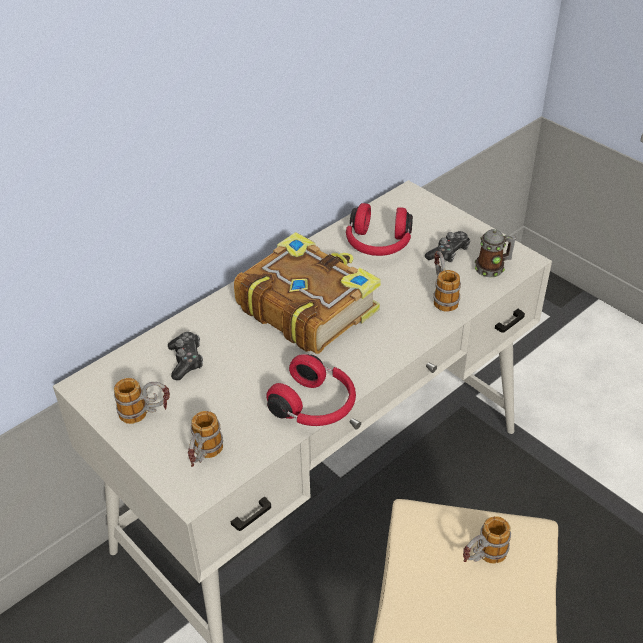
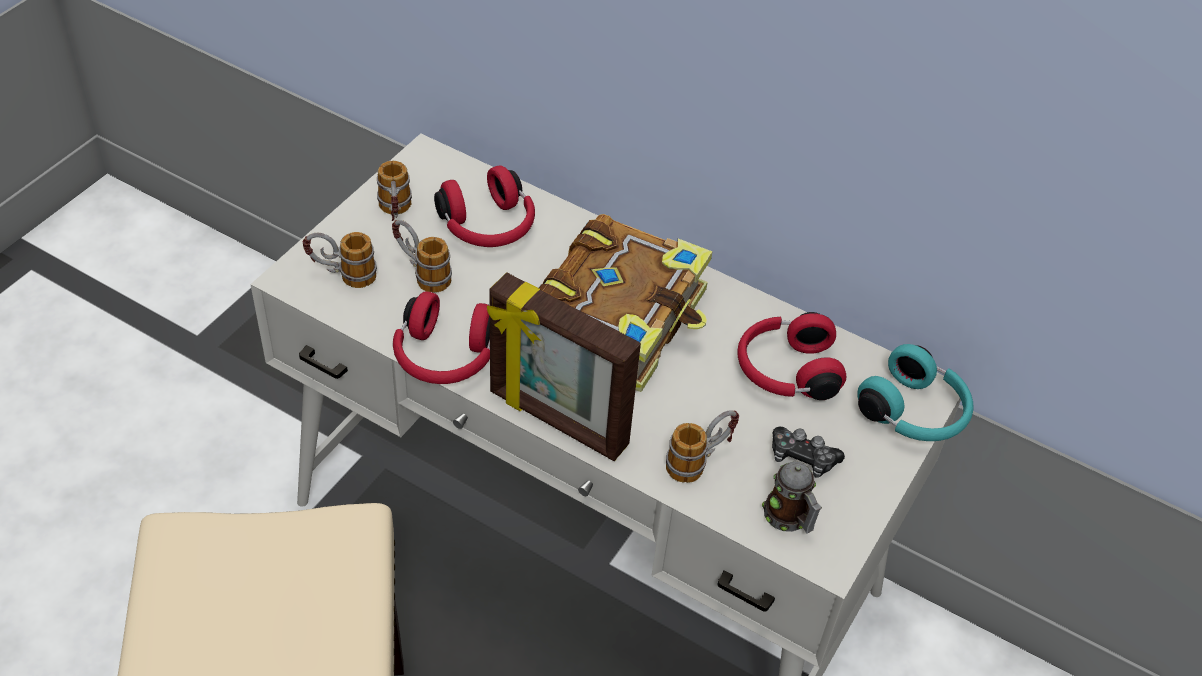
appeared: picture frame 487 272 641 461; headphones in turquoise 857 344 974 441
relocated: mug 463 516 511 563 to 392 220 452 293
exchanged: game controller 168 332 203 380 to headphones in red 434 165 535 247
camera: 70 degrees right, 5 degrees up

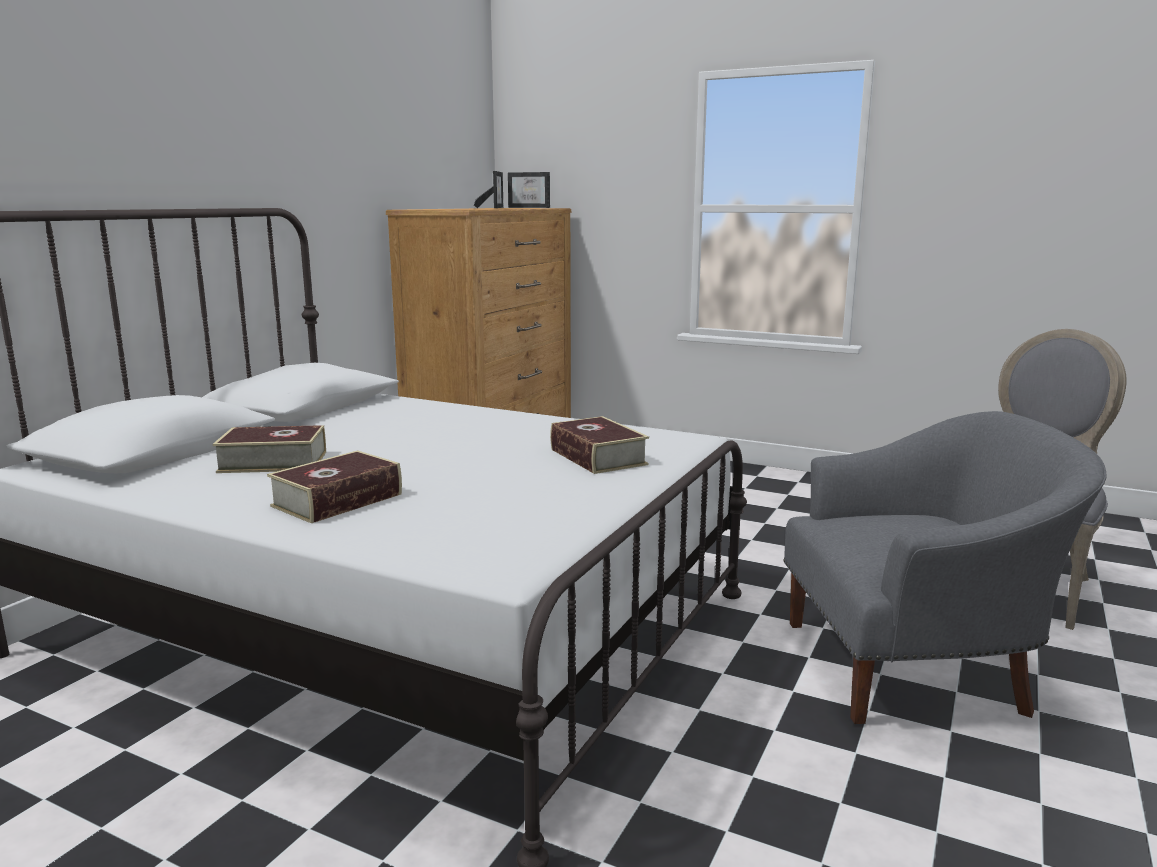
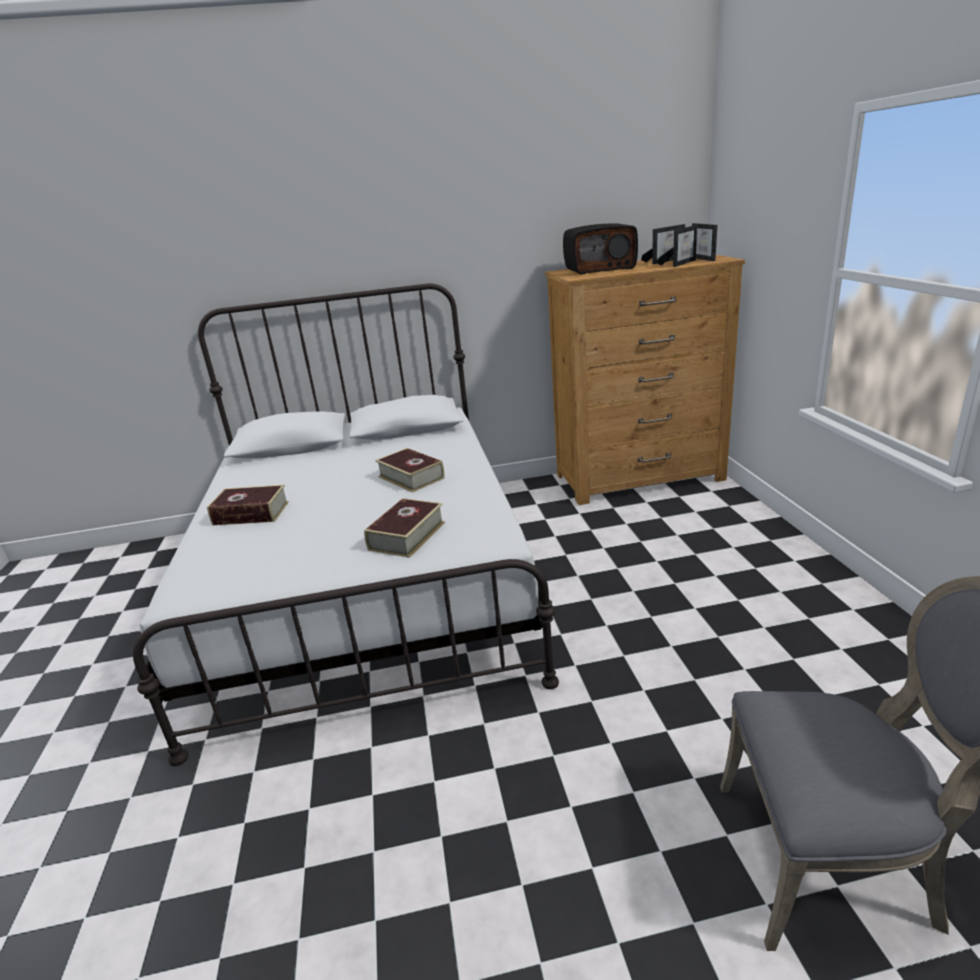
missing: armchair in grey 783 411 1107 724
appeared: radio 563 223 638 275; picture frame 657 225 697 267
relocated: book 213 425 326 473 to 375 448 444 492
camera: 55 degrees right, 10 degrees up

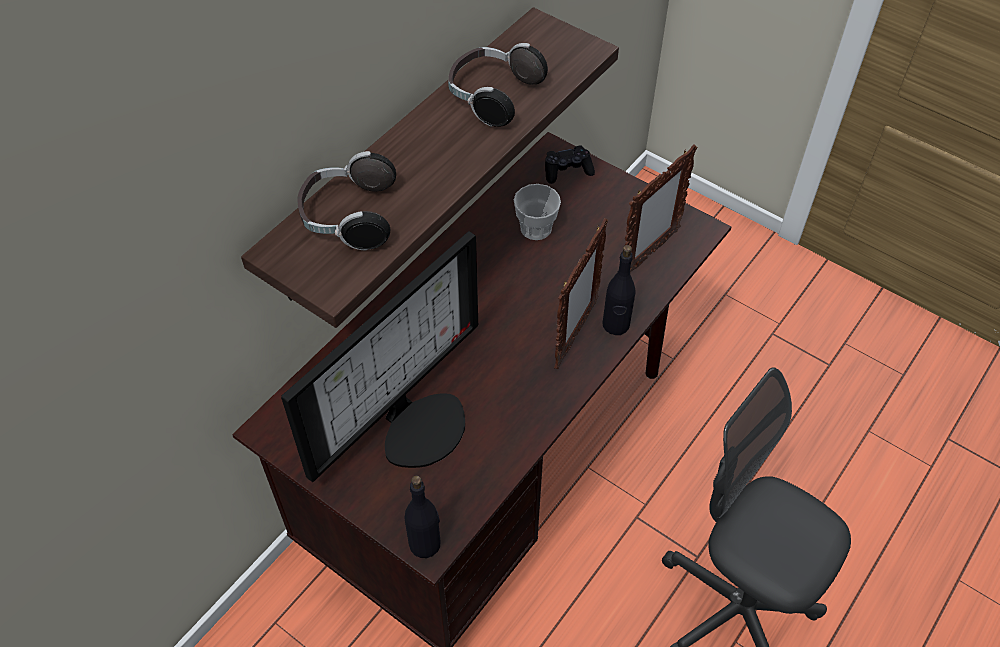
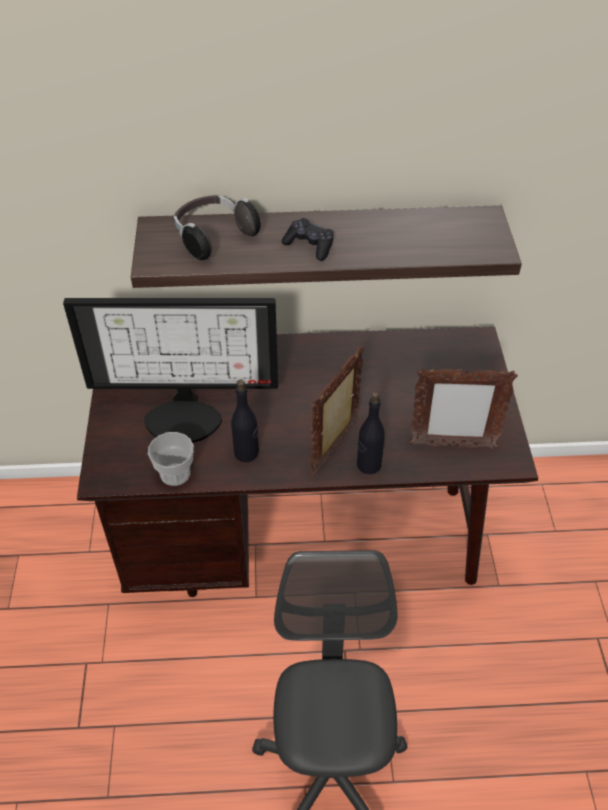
missing: headphones 448 43 548 127
relocated: bottle in black 405 476 441 558 to 231 379 259 462; cup 514 184 561 240 to 148 432 194 486; game controller in black 545 146 595 184 to 282 218 334 261
spun: picture frame 554 218 608 369 = 311 346 364 477 135 degrees clockwise
camera: 50 degrees right, 5 degrees down

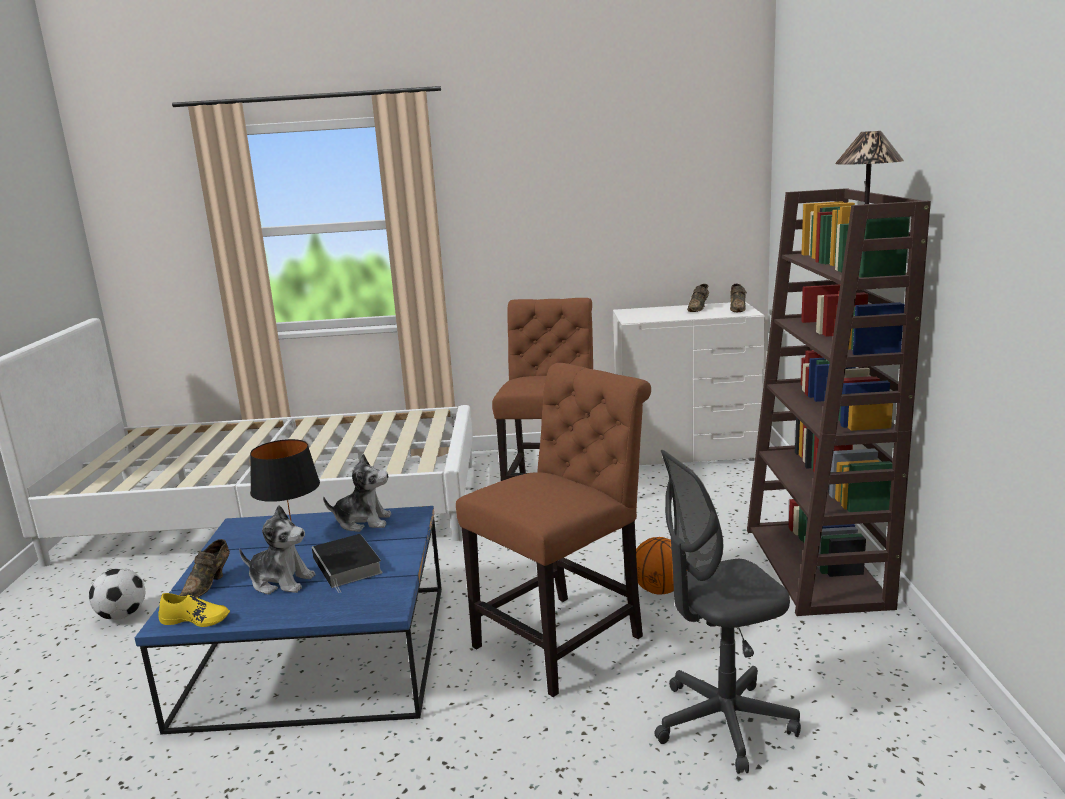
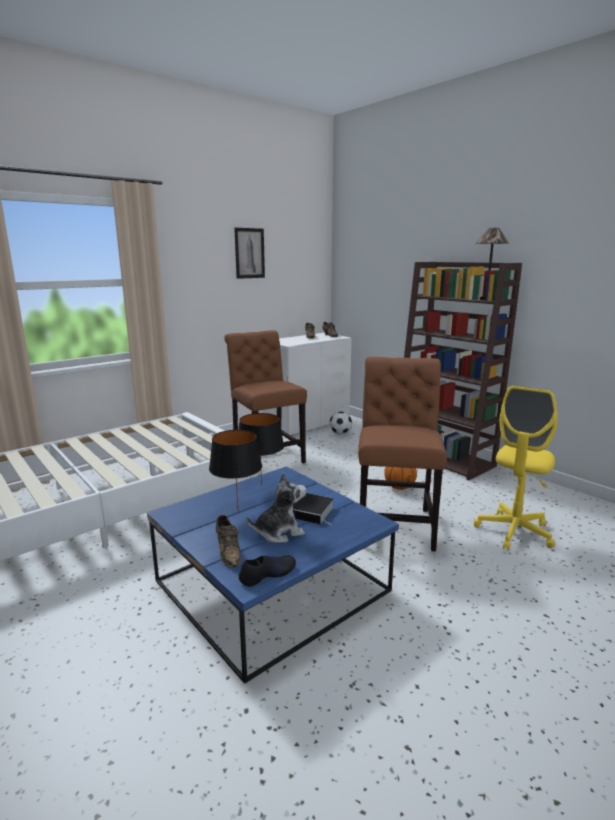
appeared: picture 234 228 265 279
relocated: football 89 568 145 620 to 330 411 352 434
exchanged: plush toy 323 454 391 532 to table lamp in black 239 413 284 486
colour: shoe in yellow 158 593 230 627 to shoe in black 239 556 296 587; office chair in grey 654 450 801 774 to office chair in yellow 474 386 558 550
camera: 40 degrees left, 0 degrees up

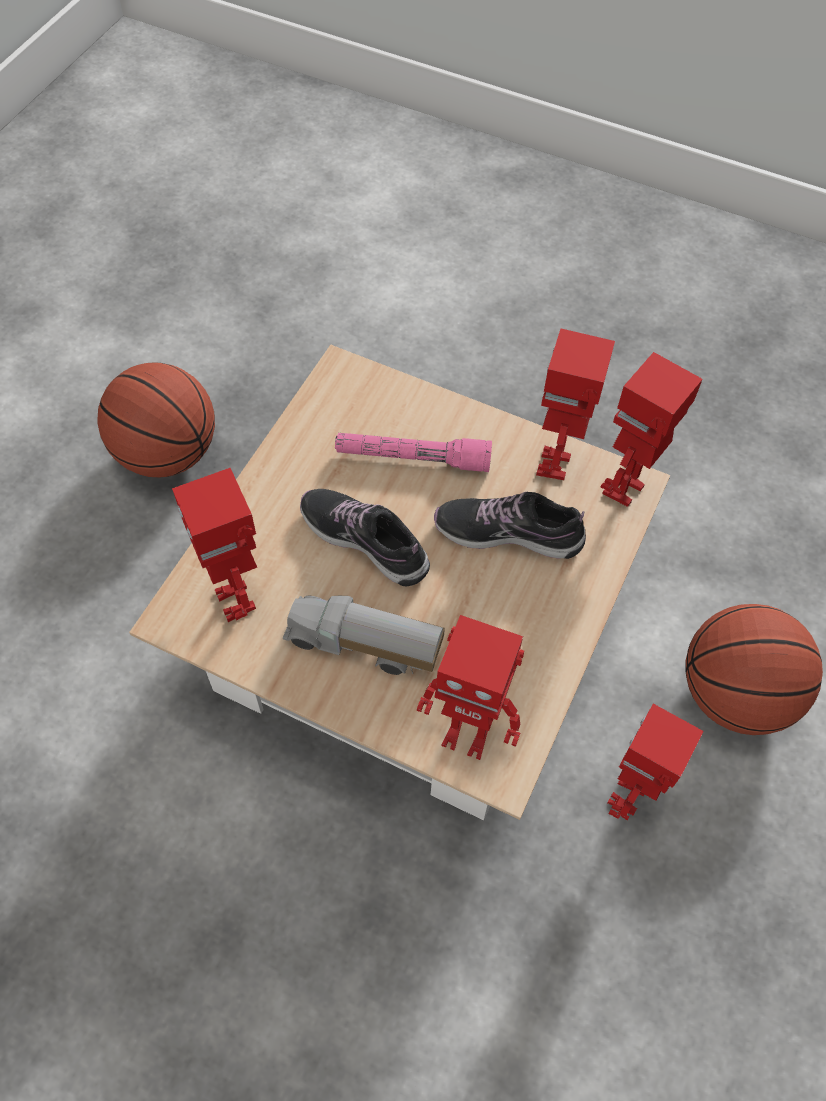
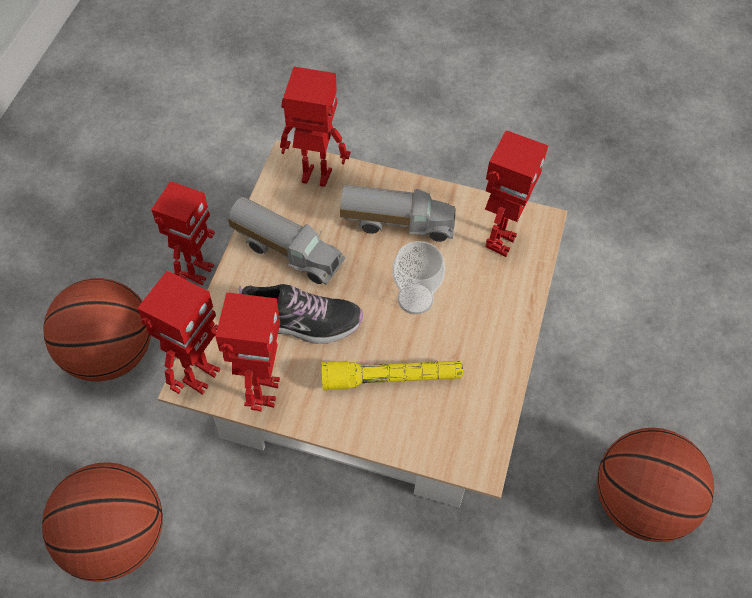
appeared: basketball 42 462 163 582; toy truck 228 197 346 285
exchanged: shoe 300 489 430 586 to cup 392 241 445 315
colour: flashlight in pink 335 433 492 472 to flashlight in yellow 322 361 463 390
spun: toy robot 172 468 257 622 = 485 130 548 257 60 degrees clockwise
camera: 170 degrees right, 0 degrees up

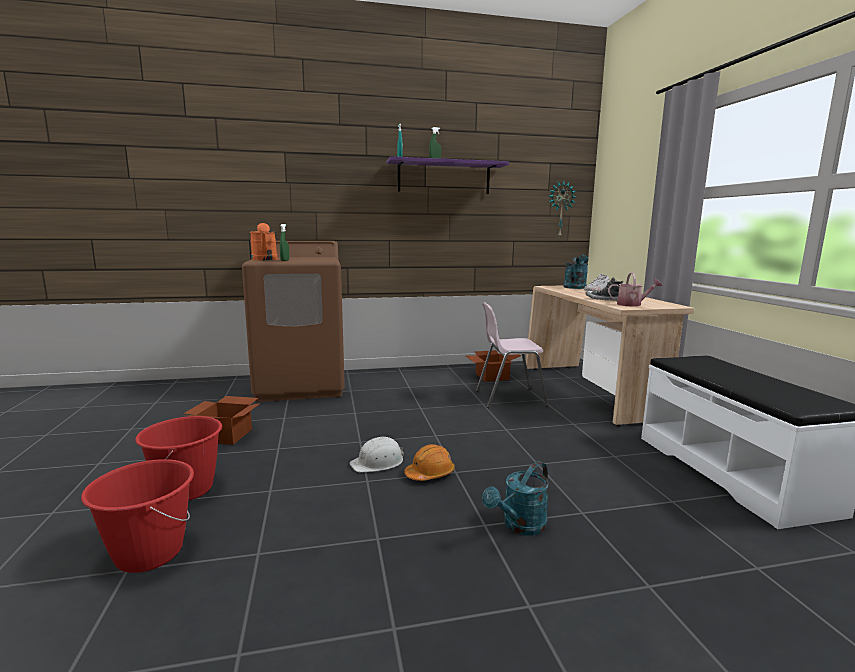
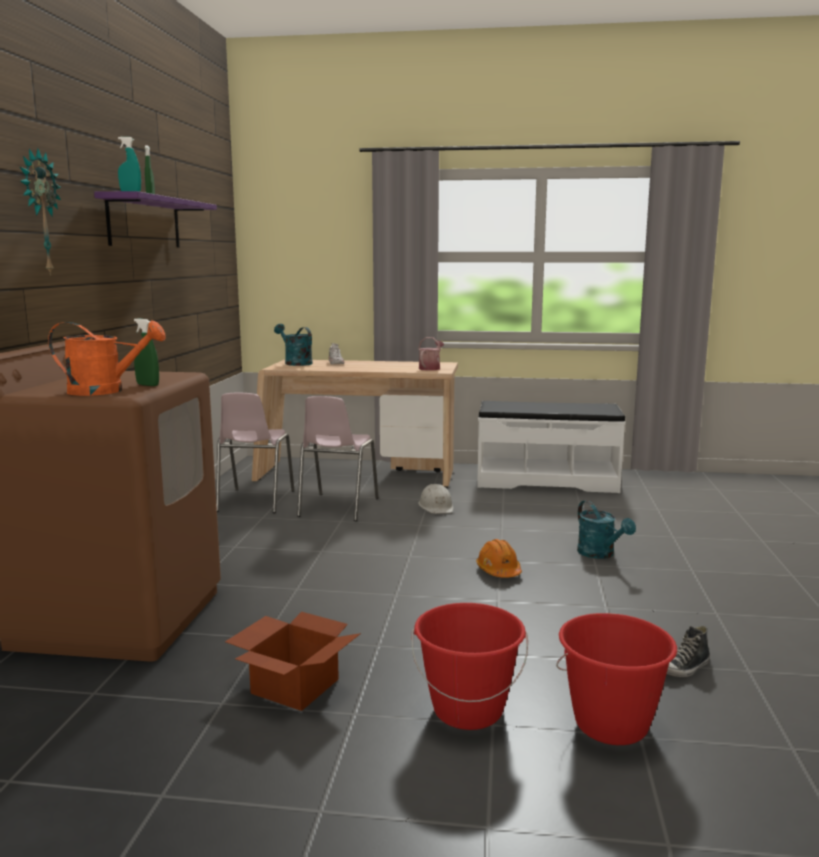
relocated: hard hat in white 350 437 404 473 to 418 484 454 514; wall clock 548 181 576 239 to 20 148 61 276; shoe 586 278 623 300 to 667 626 710 677
exchanged: cardboard box 466 350 522 382 to chair in pink 216 393 295 513
camera: 70 degrees left, 0 degrees up

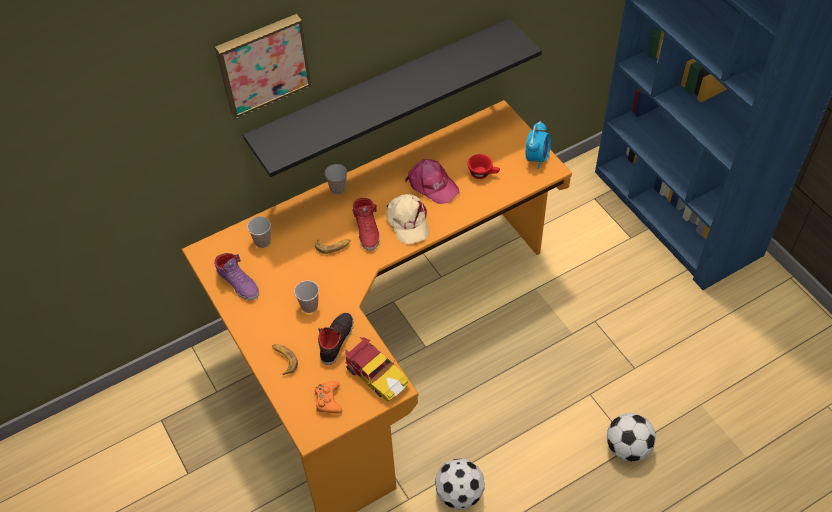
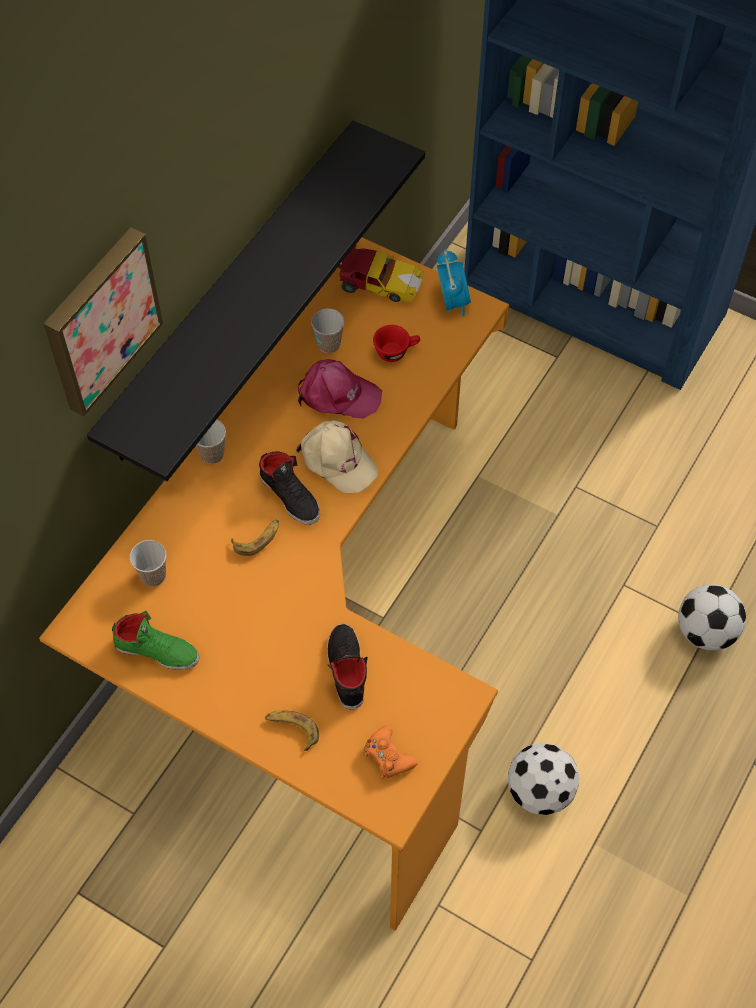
relocated: cup 294 280 319 313 to 311 308 345 353; toy car 345 337 410 402 to 338 244 423 302
colour: shoe in purple 214 253 259 300 to shoe in green 112 611 199 670; shoe in red 352 198 380 251 to shoe in black 259 451 320 525
camera: 30 degrees left, 5 degrees up

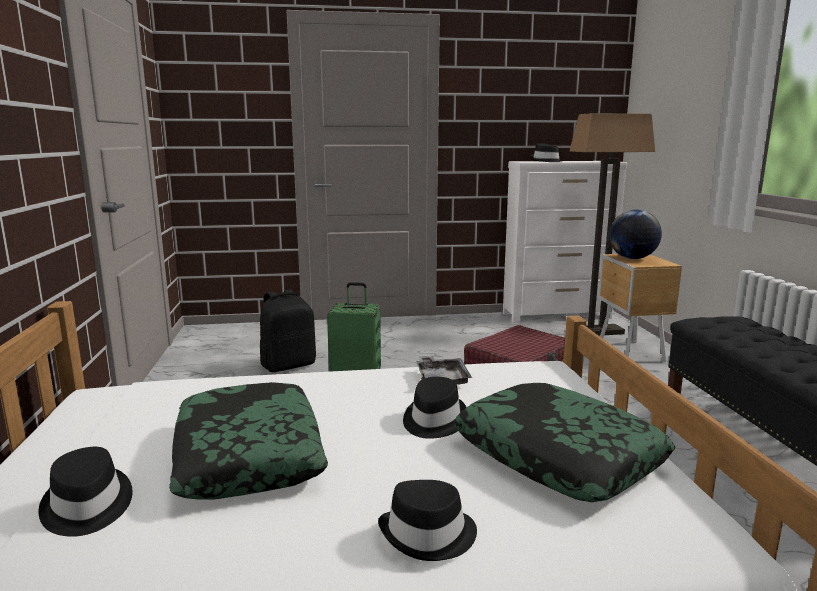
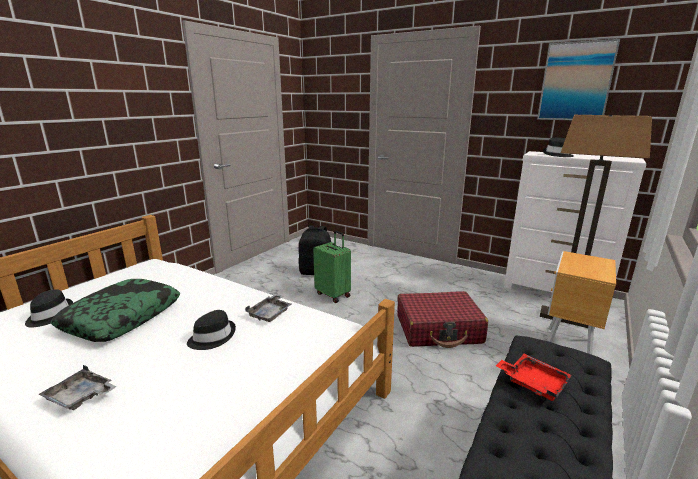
missing: pillow 453 383 675 502; globe 609 209 662 259
appeared: tray in red 496 354 572 401; picture 537 39 620 120
exchanged: hat in black 378 480 477 561 to tray in grey 39 365 116 410
camera: 40 degrees right, 5 degrees up

